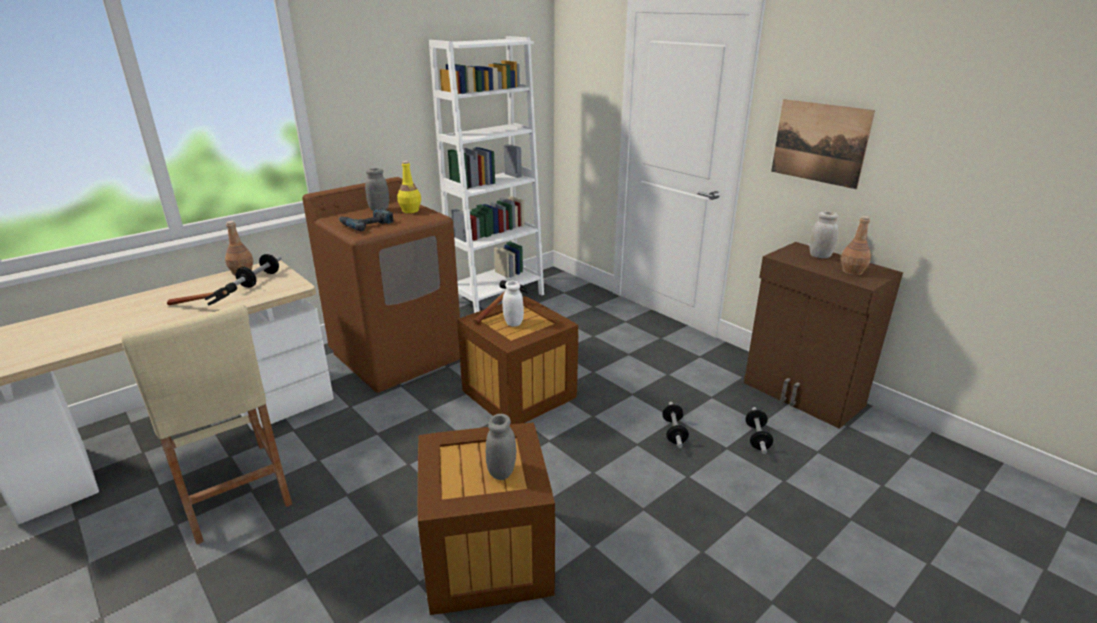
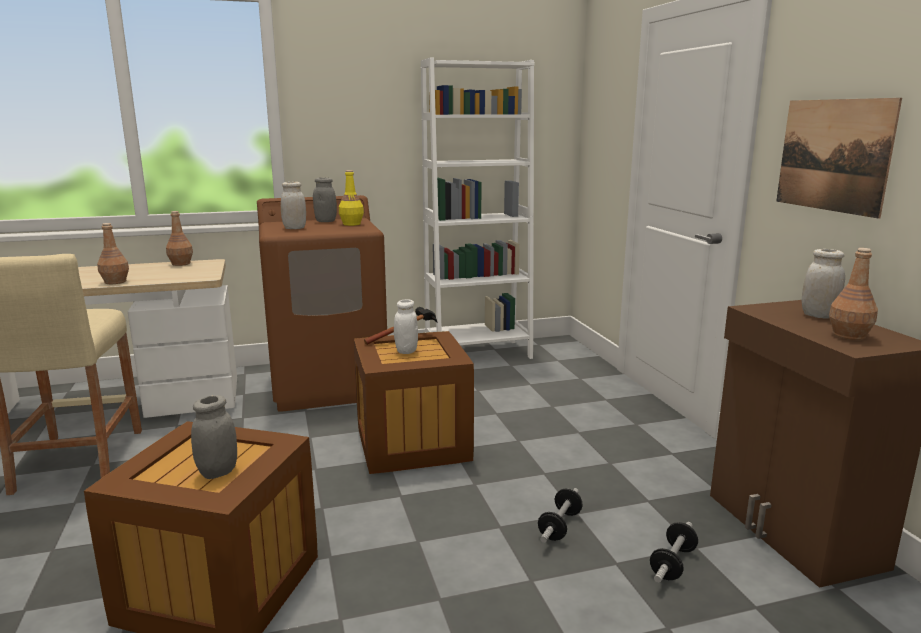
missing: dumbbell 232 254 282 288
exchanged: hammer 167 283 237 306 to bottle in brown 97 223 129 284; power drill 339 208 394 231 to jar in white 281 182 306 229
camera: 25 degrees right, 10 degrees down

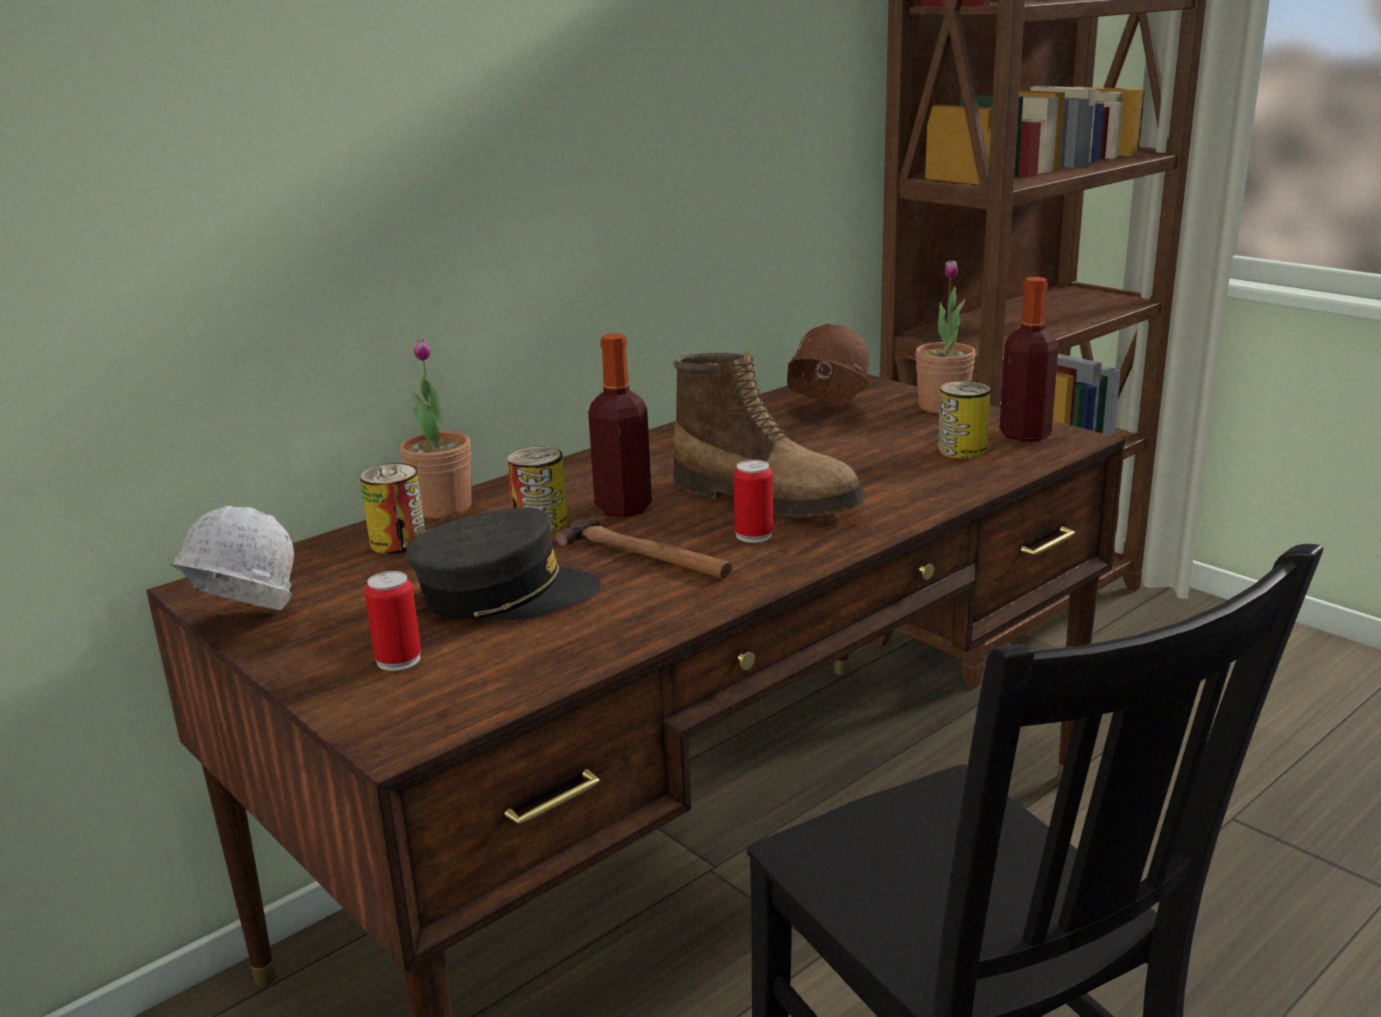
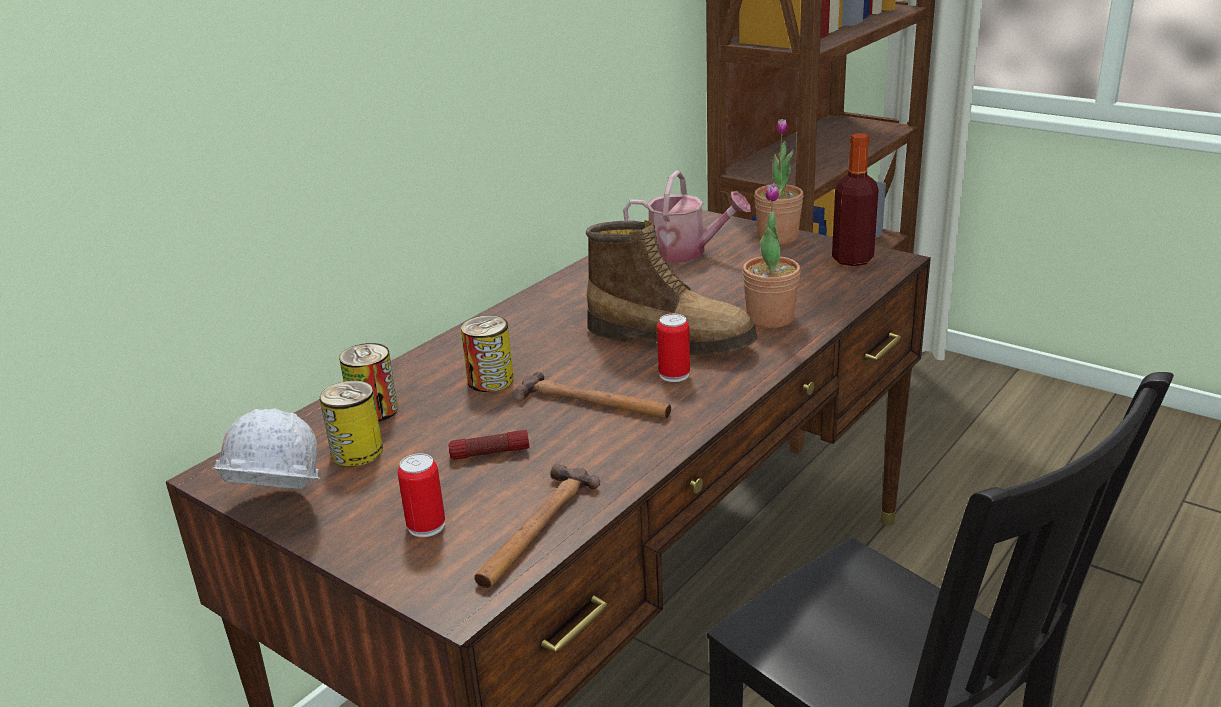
missing: bottle 588 333 652 517
appeared: hammer 474 464 600 588
relocated: potted plant 400 339 472 518 to 743 183 801 328; can 938 381 990 459 to 320 380 383 466
exchanged: cap in grey 406 507 601 620 to flashlight 448 430 530 460; hard hat in brown 787 324 869 405 to watering can 623 171 751 263
camera: 10 degrees left, 5 degrees up

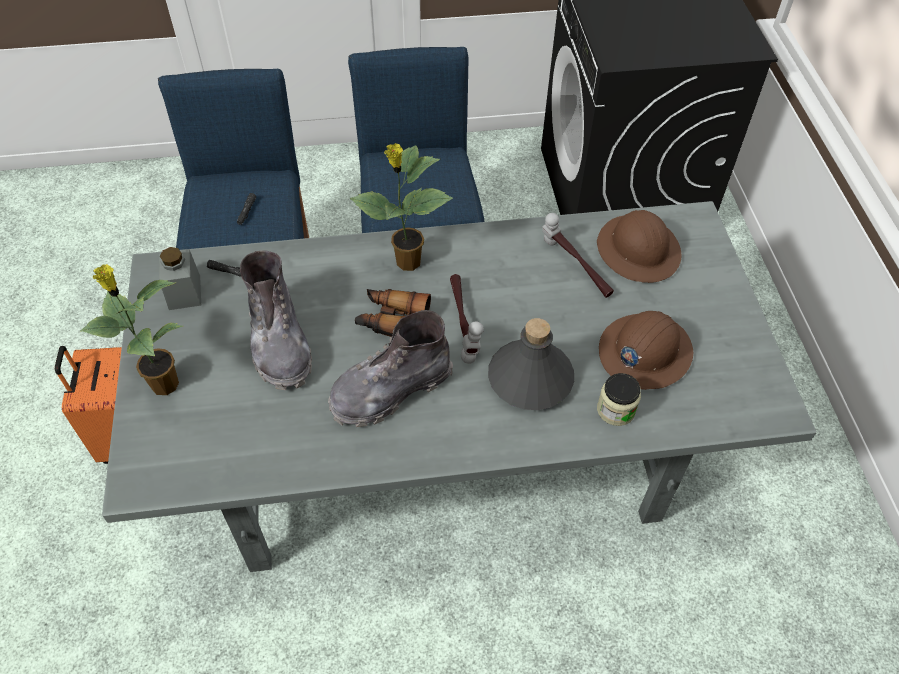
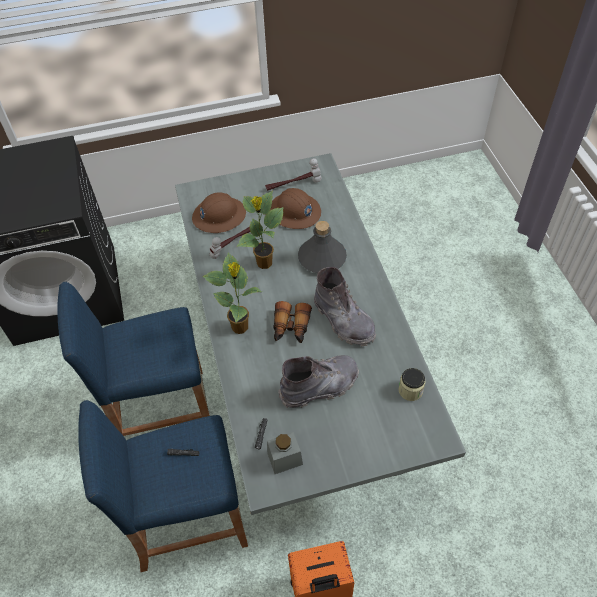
relocated: potted plant 80 264 183 395 to 237 191 284 269; hammer 450 274 484 364 to 265 158 322 191; jar 597 373 641 426 to 399 368 426 401
camera: 95 degrees left, 0 degrees up

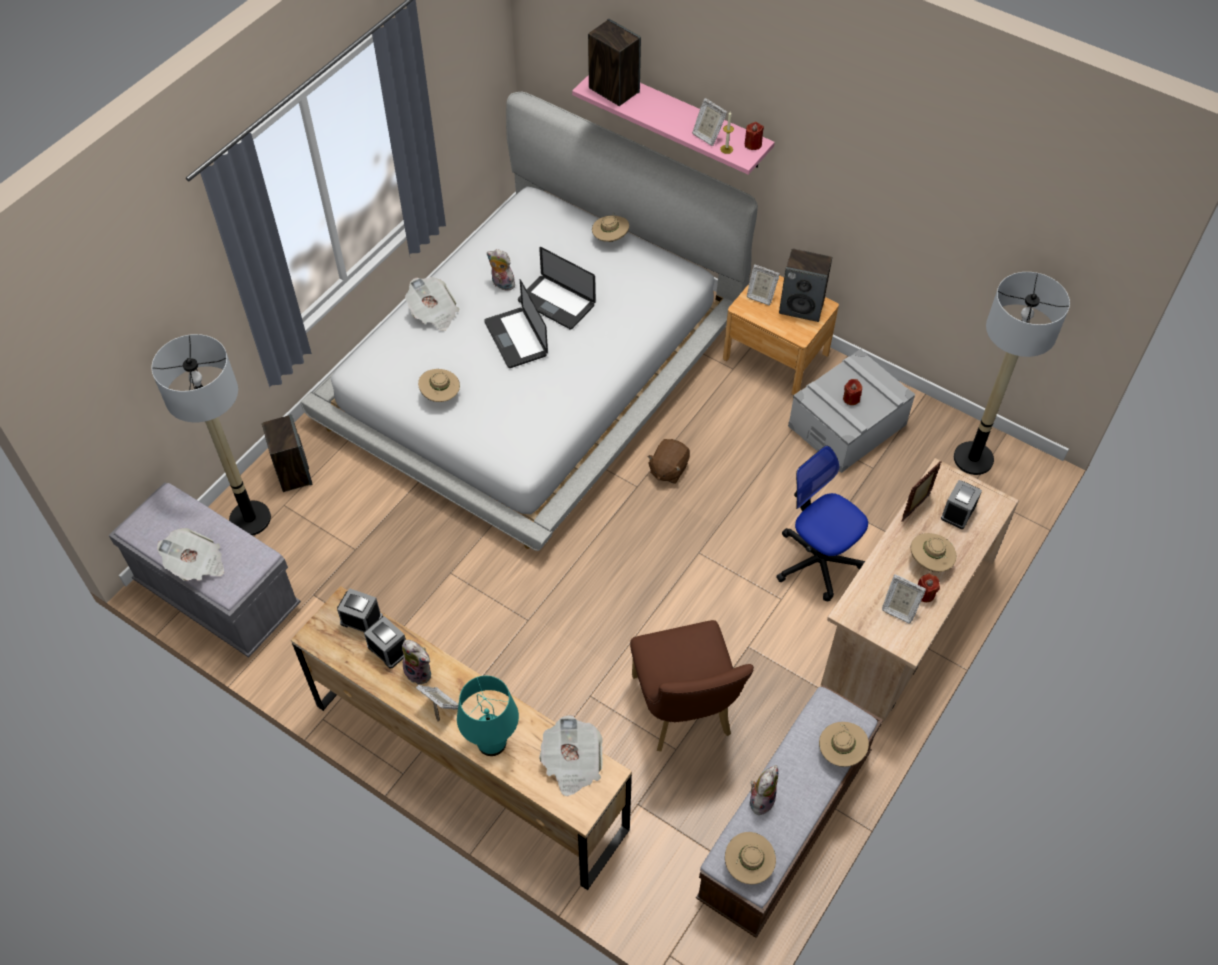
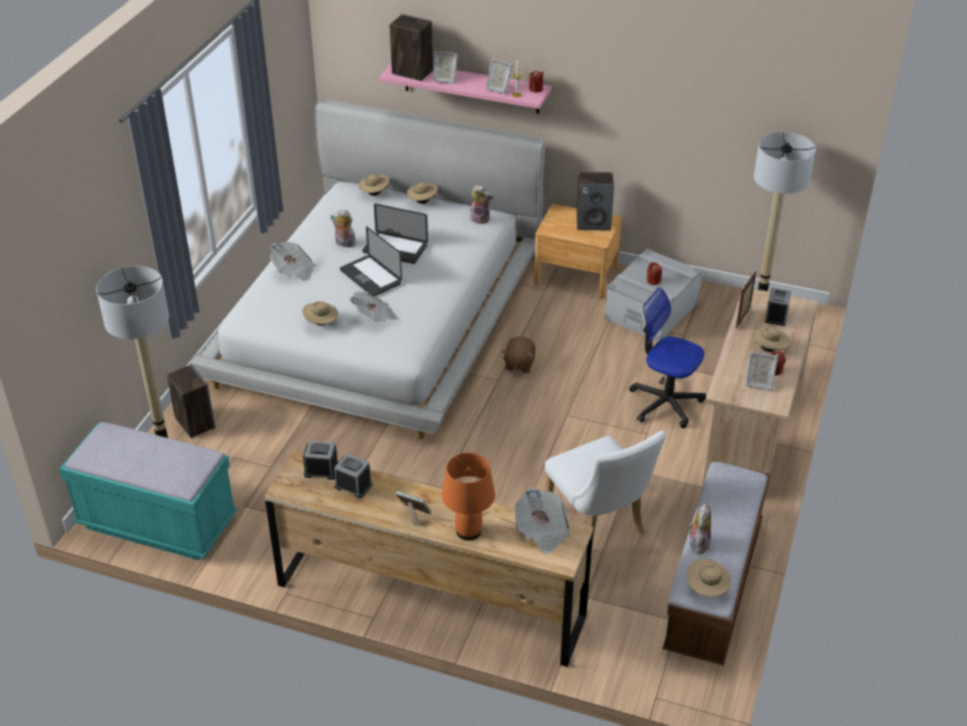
relocated: newspaper 157 528 224 581 to 349 292 399 322; plush toy 402 640 431 685 to 470 185 493 224; picture frame 747 264 780 305 to 433 51 458 84; hat in beige 819 722 869 767 to 358 172 389 196
colour: bench in grey 109 482 301 658 to bench in turquoise 59 422 237 560; table lamp in turquoise 457 676 519 756 to table lamp in orange 441 453 495 540; chair in brown 630 620 754 752 to chair in white 545 431 666 553
camera: 15 degrees left, 15 degrees down

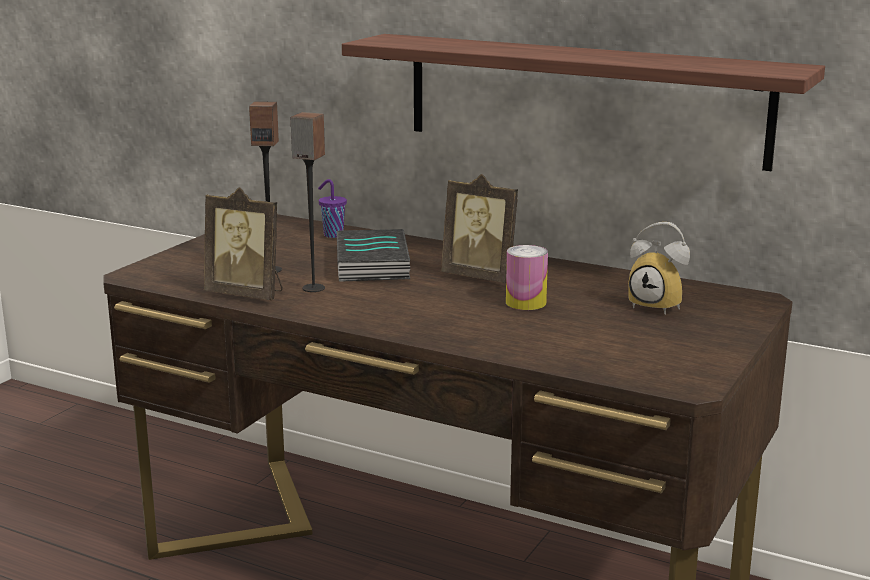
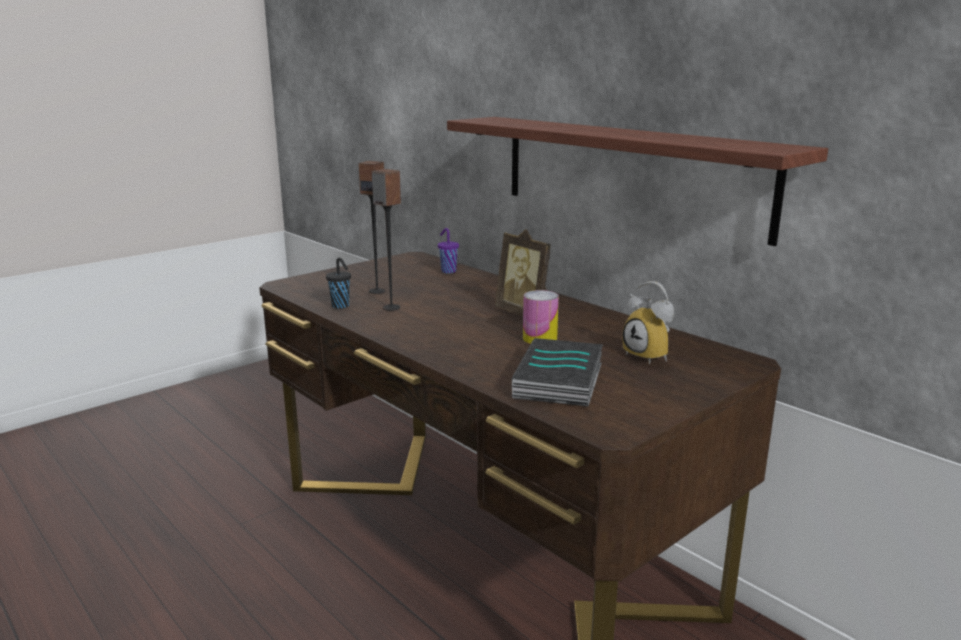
relocated: book 337 229 410 282 to 512 338 603 406
exchanged: picture frame 204 187 283 300 to cup in black 326 258 351 309
camera: 20 degrees right, 0 degrees up

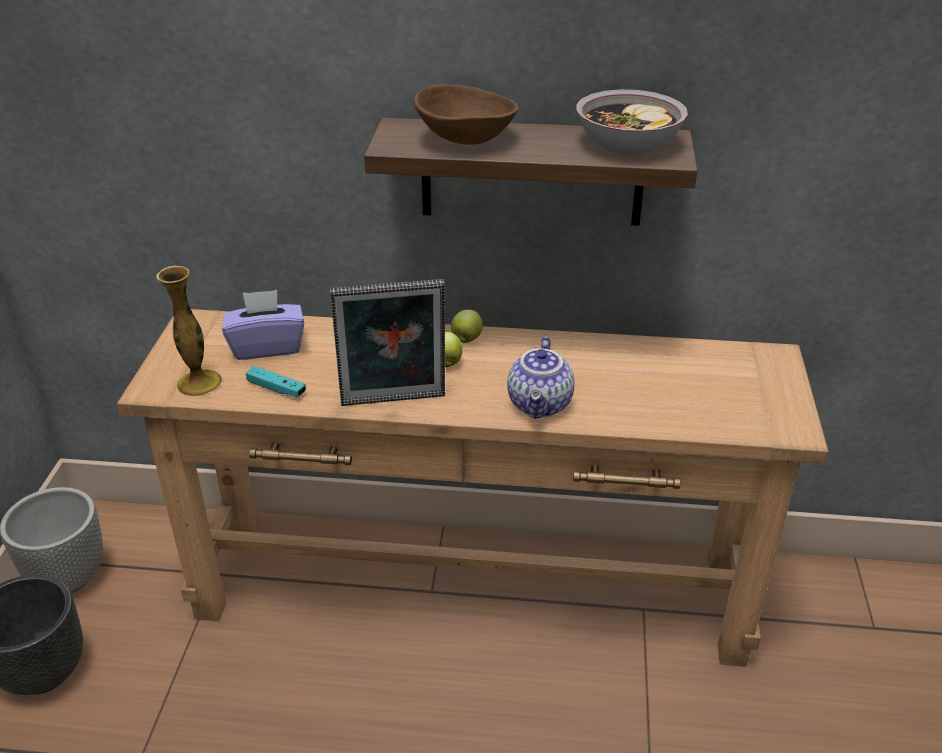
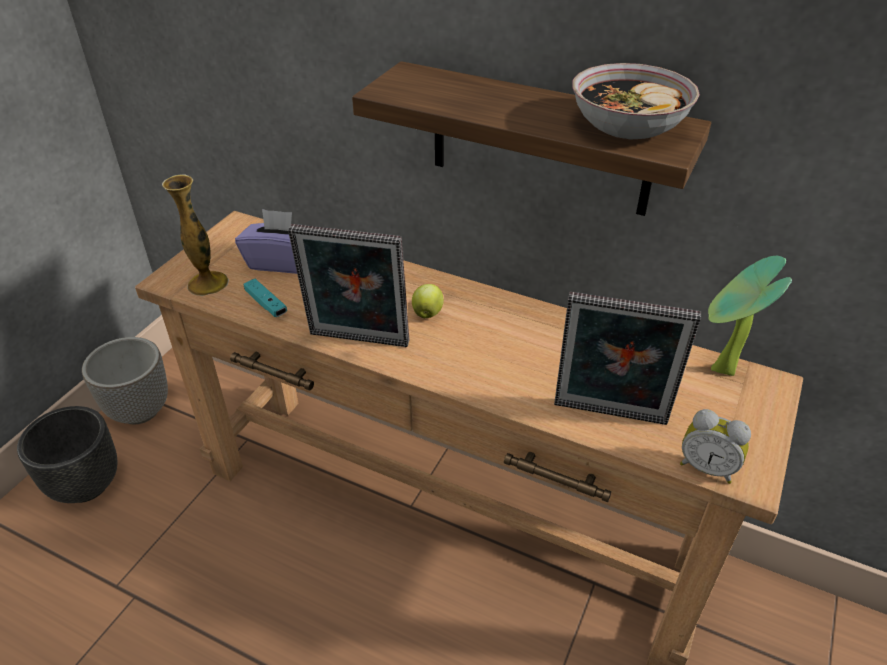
missing: bowl in brown 414 84 519 145; apple 451 310 483 343; teapot 507 336 575 419
appeared: picture frame 554 292 701 425; alarm clock 680 409 751 484; potted plant 708 256 792 376
camera: 20 degrees right, 5 degrees up

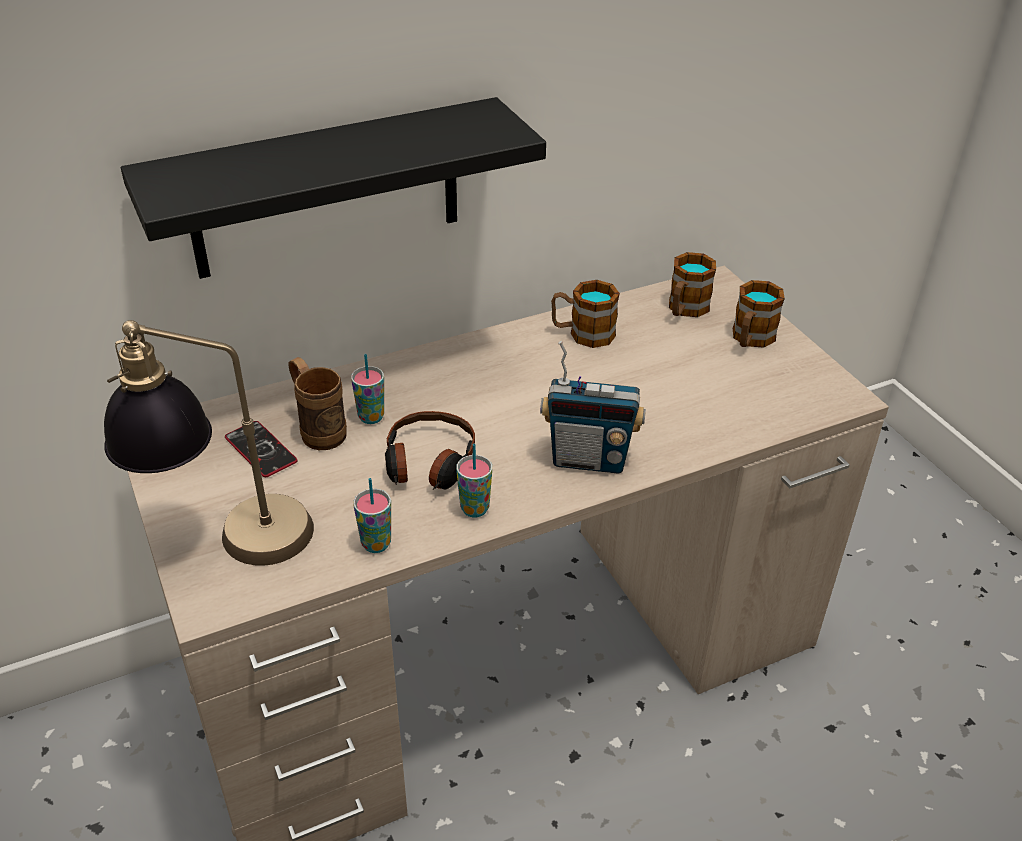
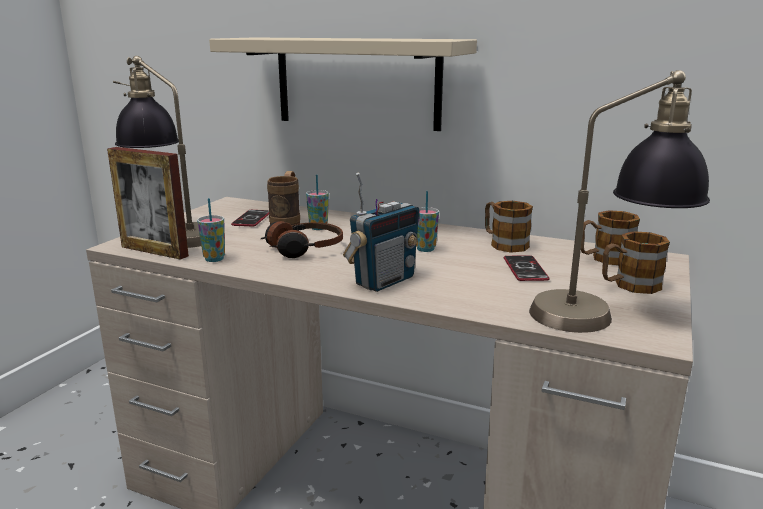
appeared: picture frame 107 147 189 260; phone 504 255 550 281; table lamp 529 70 710 333
relocated: cup 456 444 492 517 to 416 191 439 252
colour: shelf in black 121 97 546 279 to shelf in beige 209 37 477 131
spun: radio 540 341 646 473 = 343 172 419 292 105 degrees counterclockwise
camera: 50 degrees right, 20 degrees down

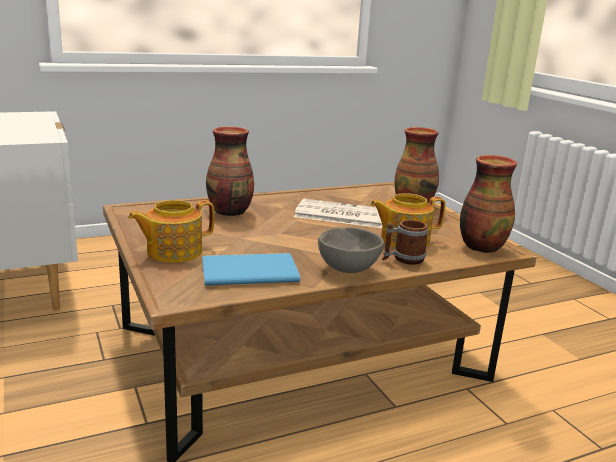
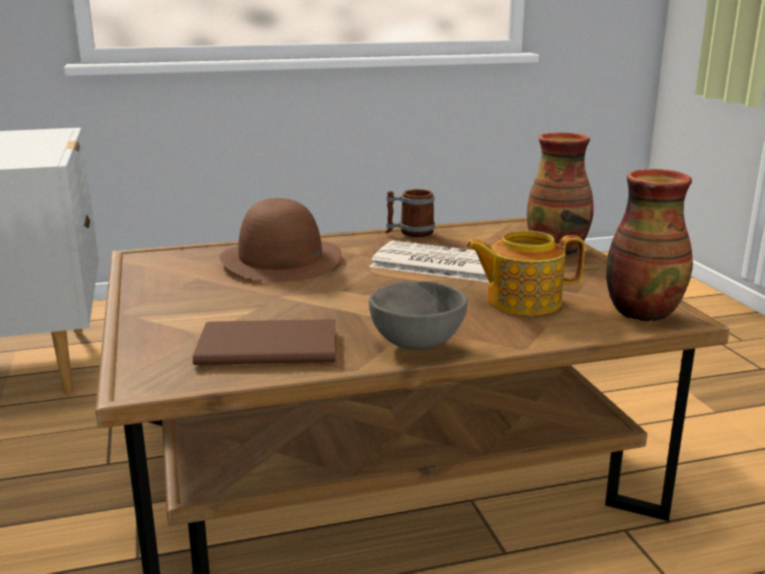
missing: teapot 128 200 214 263
relocated: mug 382 220 428 265 to 385 189 435 237
exchanged: vase 206 127 254 216 to hat in brown 219 198 341 282
colour: book in blue 202 253 300 285 to book in brown 193 319 336 365
camera: 10 degrees right, 0 degrees up

